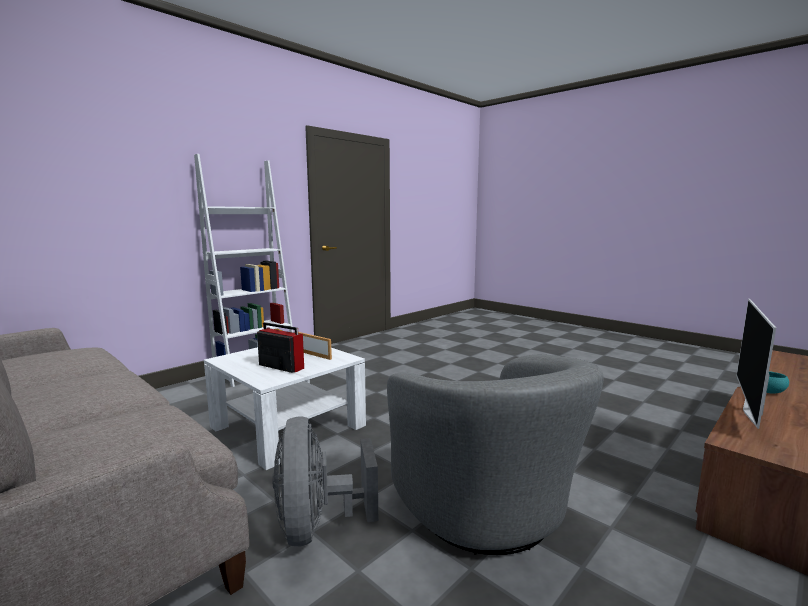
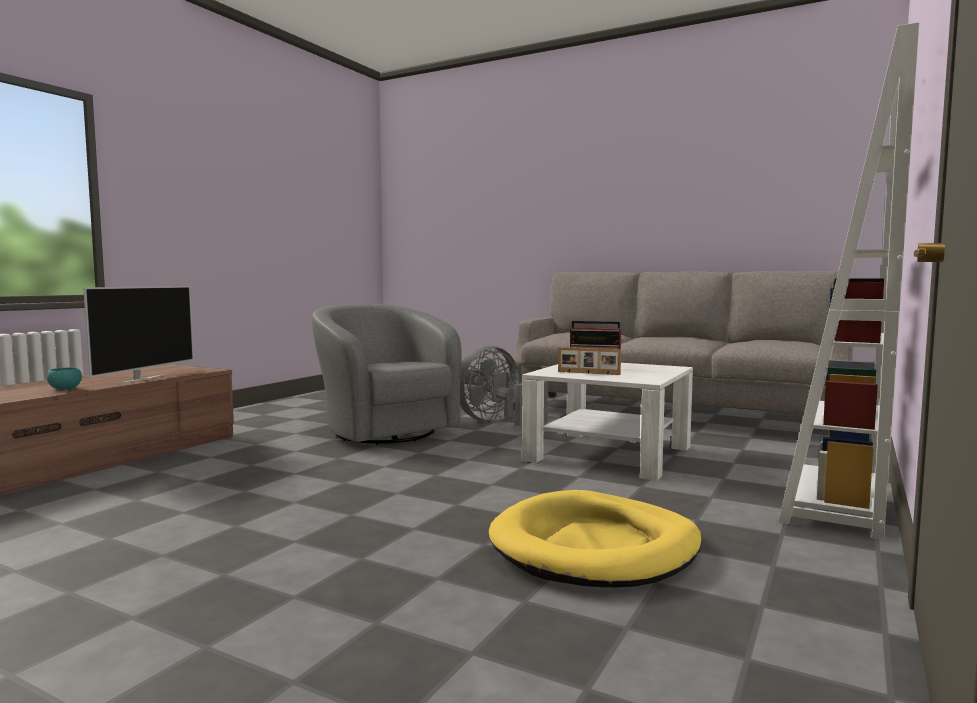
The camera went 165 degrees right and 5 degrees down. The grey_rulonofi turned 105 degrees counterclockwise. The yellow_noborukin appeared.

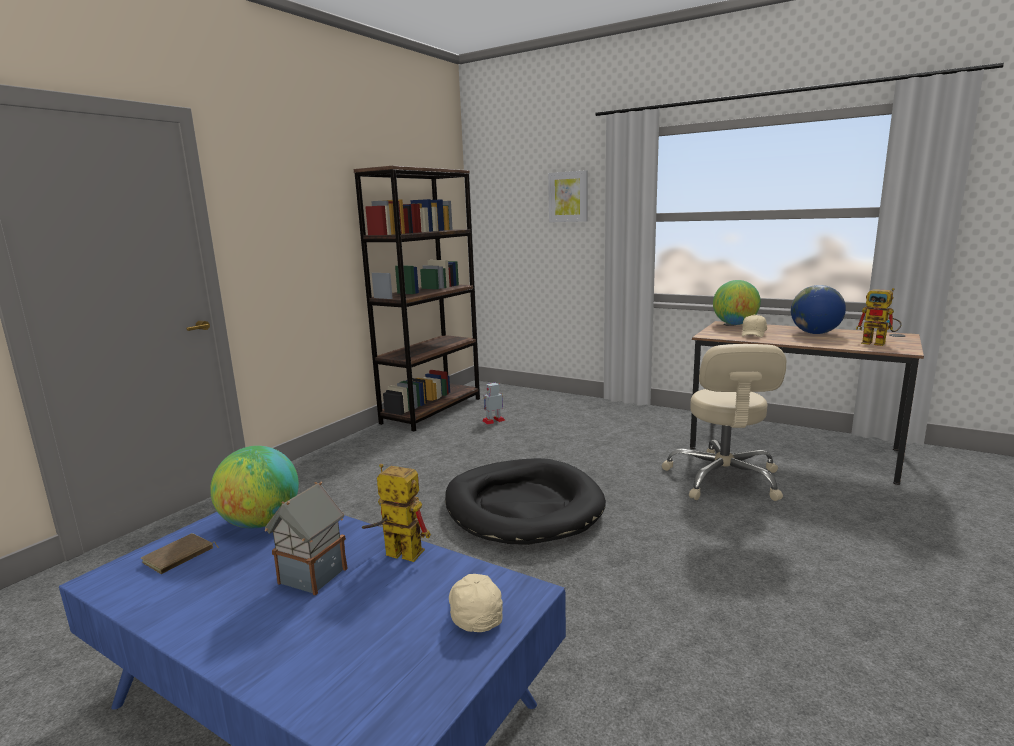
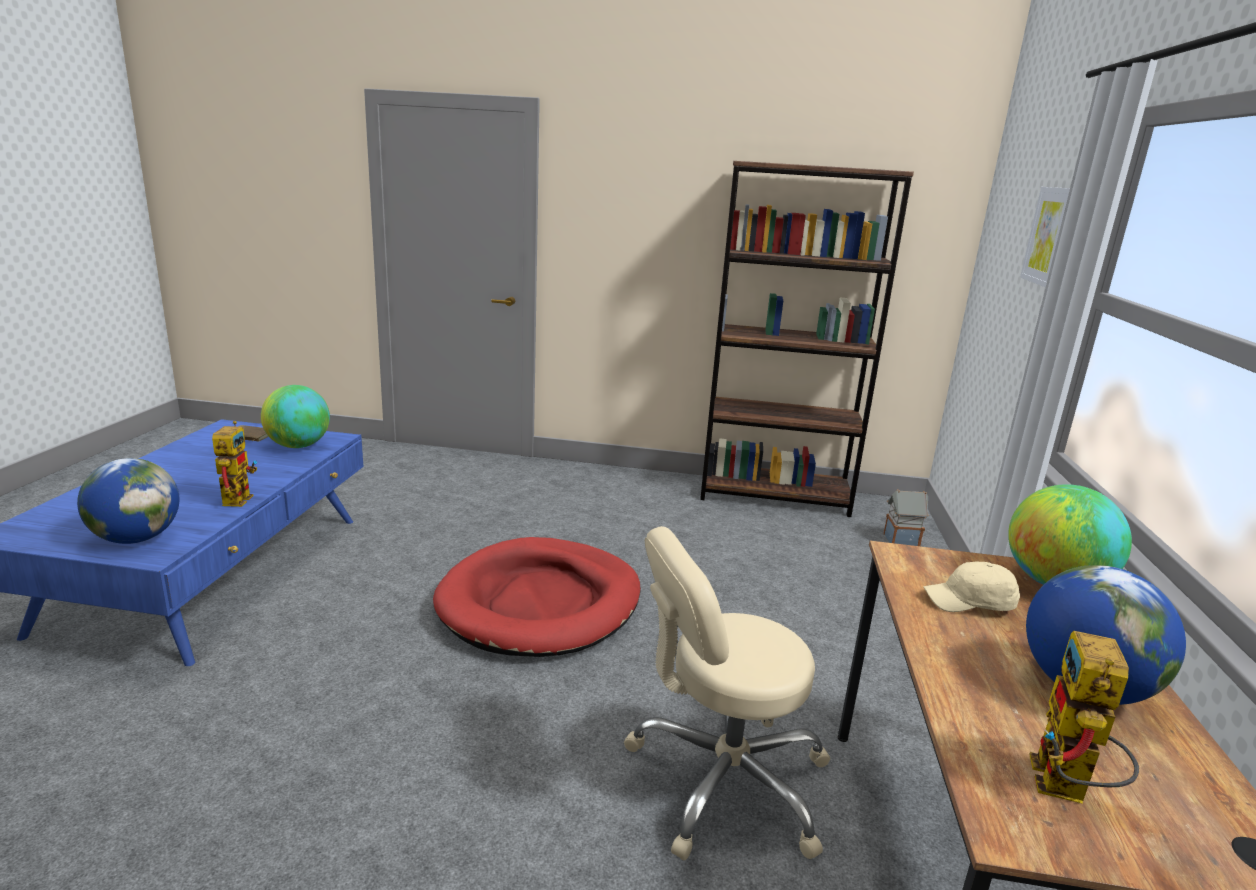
The camera went 65 degrees right and 5 degrees up. The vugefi moved. The black_noborukin became the red_noborukin. The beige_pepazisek (no. 1 from left) was replaced by the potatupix (no. 1 from left). The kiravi (no. 2 from left) disappeared.

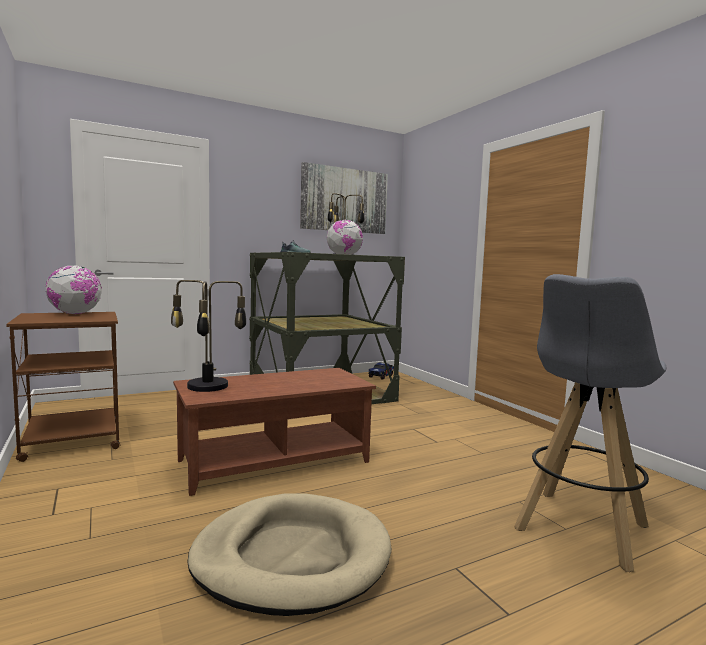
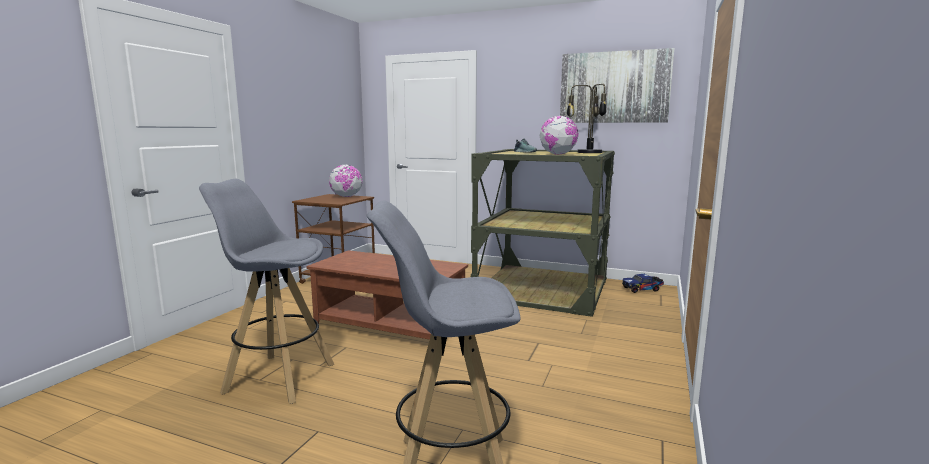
The camera went 50 degrees right and 5 degrees up. The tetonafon (no. 1 from left) disappeared. The beige_noborukin was replaced by the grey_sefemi (no. 1 from left).

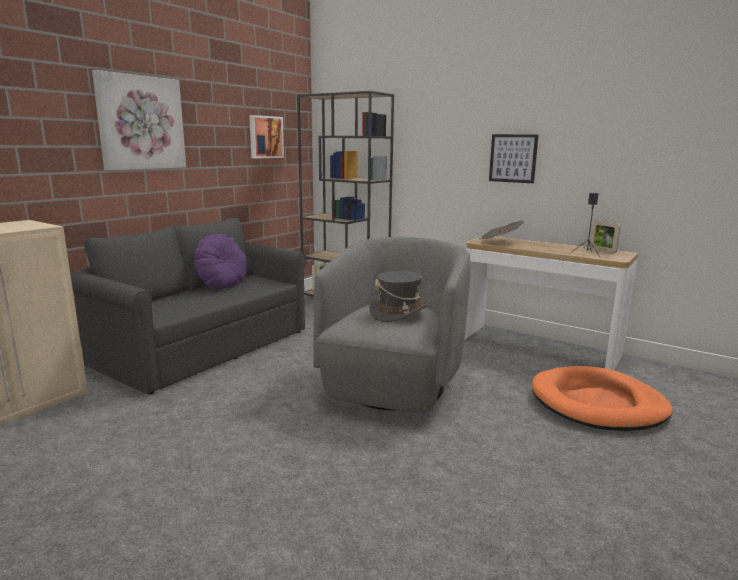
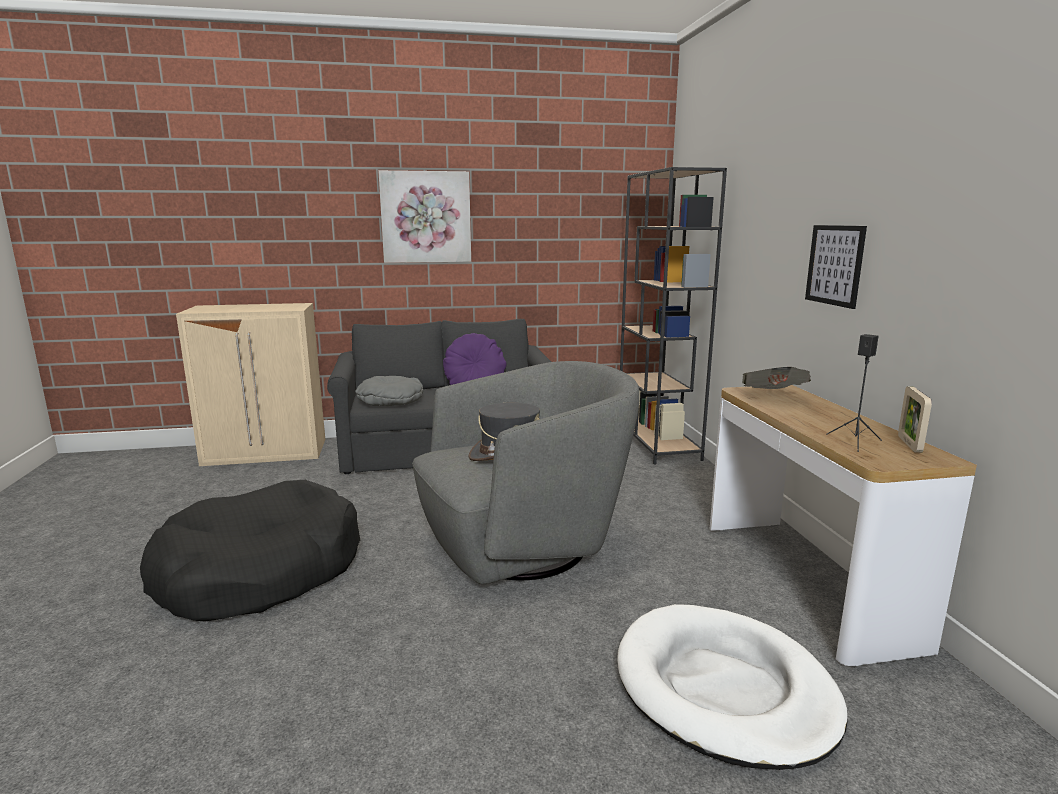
The camera went 45 degrees right and 0 degrees up. The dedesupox (no. 2 from left) disappeared. The orange_noborukin became the white_noborukin. The black_noborukin appeared. The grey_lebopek appeared.

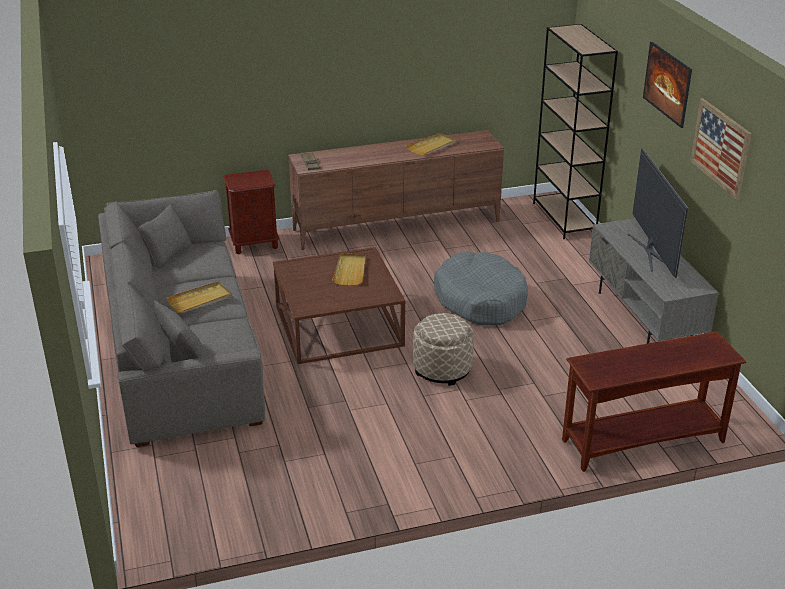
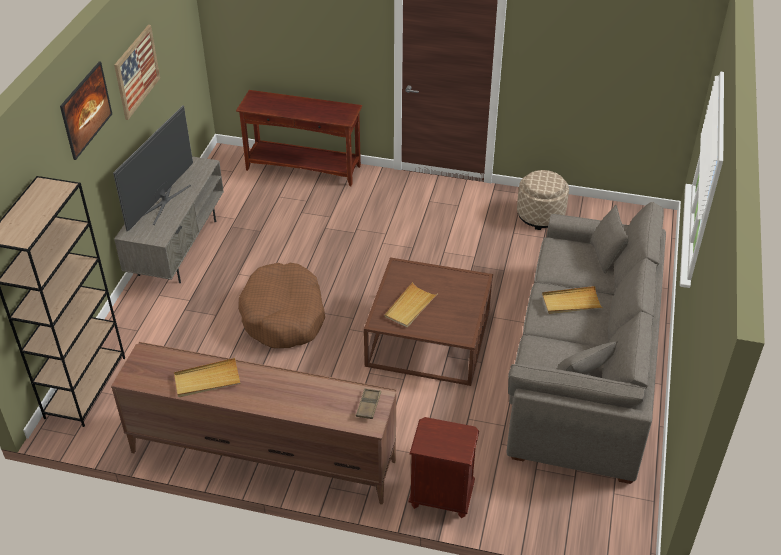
The camera went 150 degrees left and 10 degrees up. The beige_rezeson moved. The grey_noborukin became the brown_noborukin.

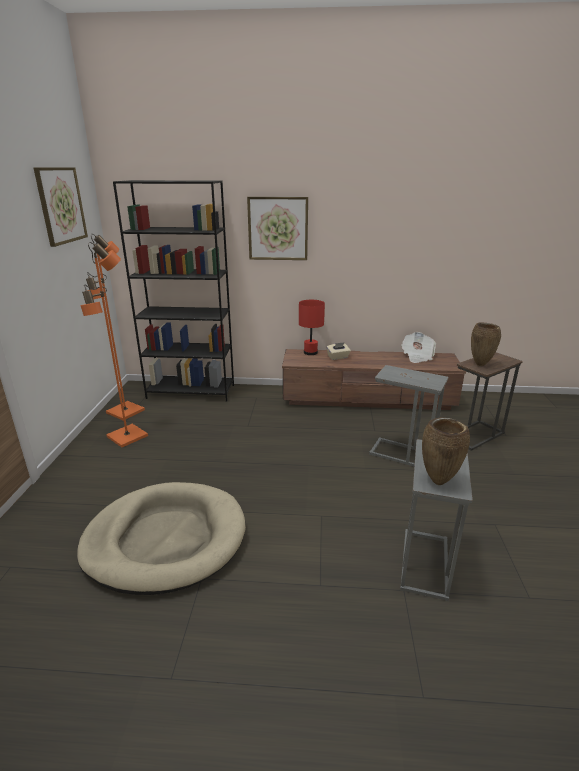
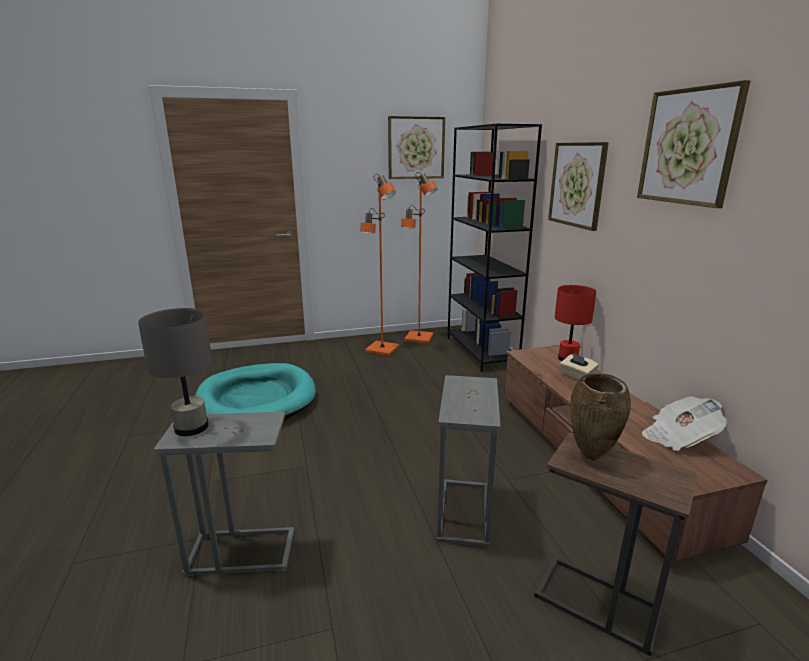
The camera went 70 degrees right and 5 degrees down. The beige_noborukin became the turquoise_noborukin. The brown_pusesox (no. 1 from left) was replaced by the grey_tetonafon. The dedesupox (no. 3 from left) appeared.

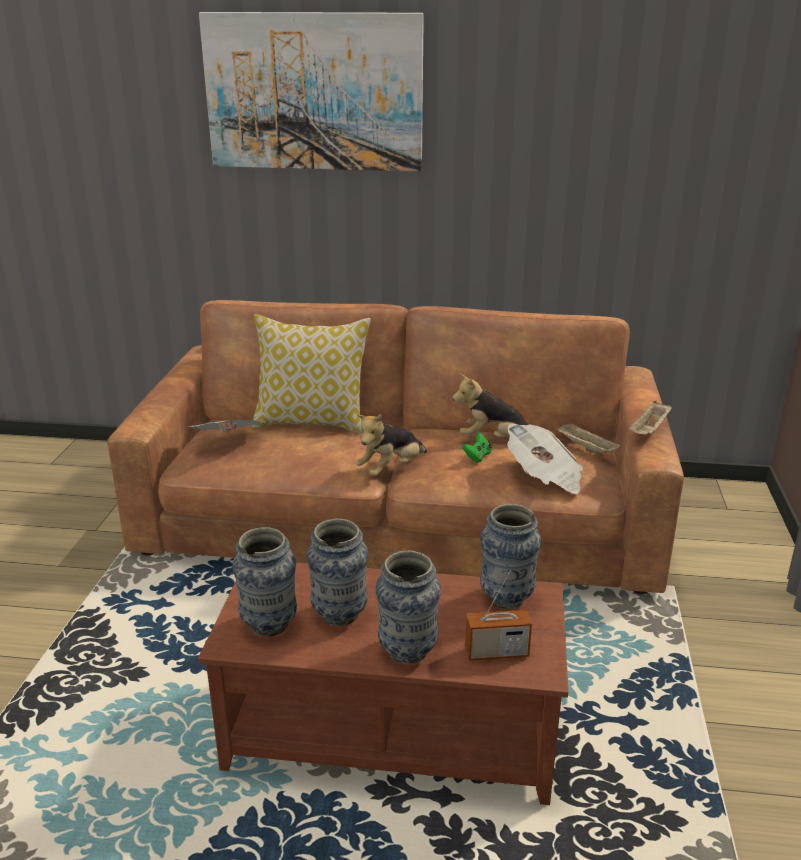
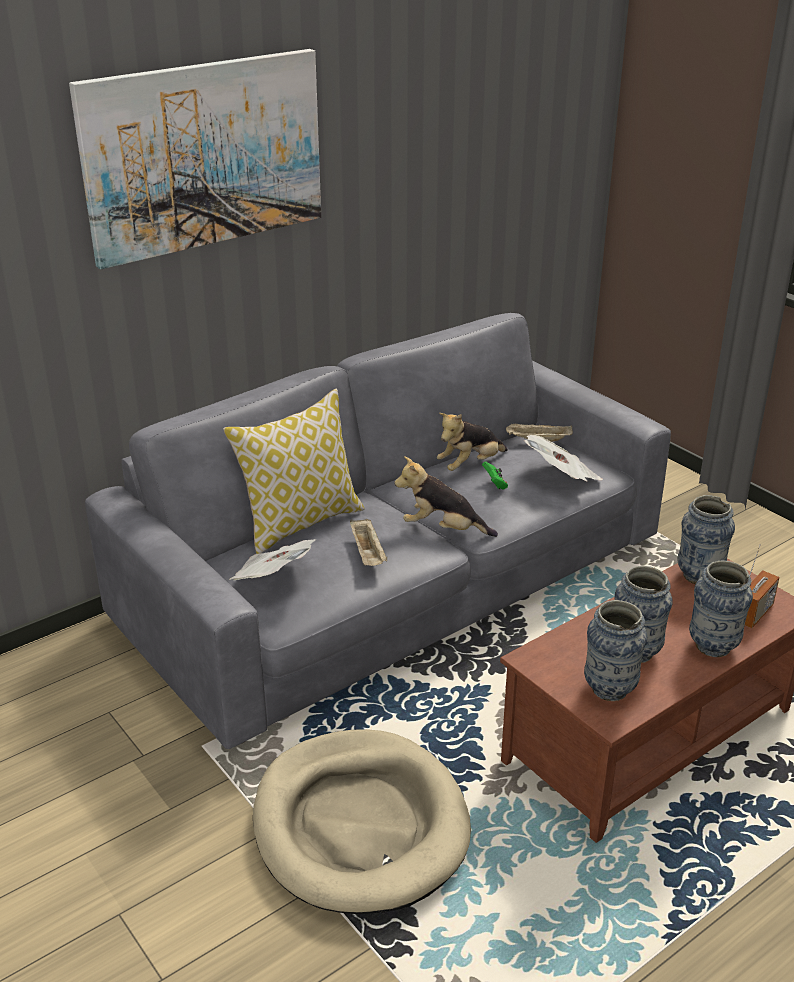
The camera went 45 degrees left and 5 degrees up. The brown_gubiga became the grey_gubiga. The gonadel (no. 1 from left) turned 105 degrees clockwise. The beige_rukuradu (no. 2 from left in the first image) moved. The beige_noborukin appeared.

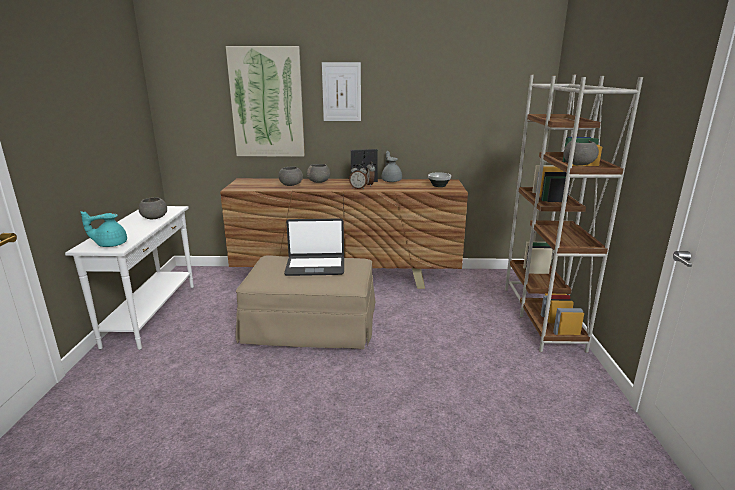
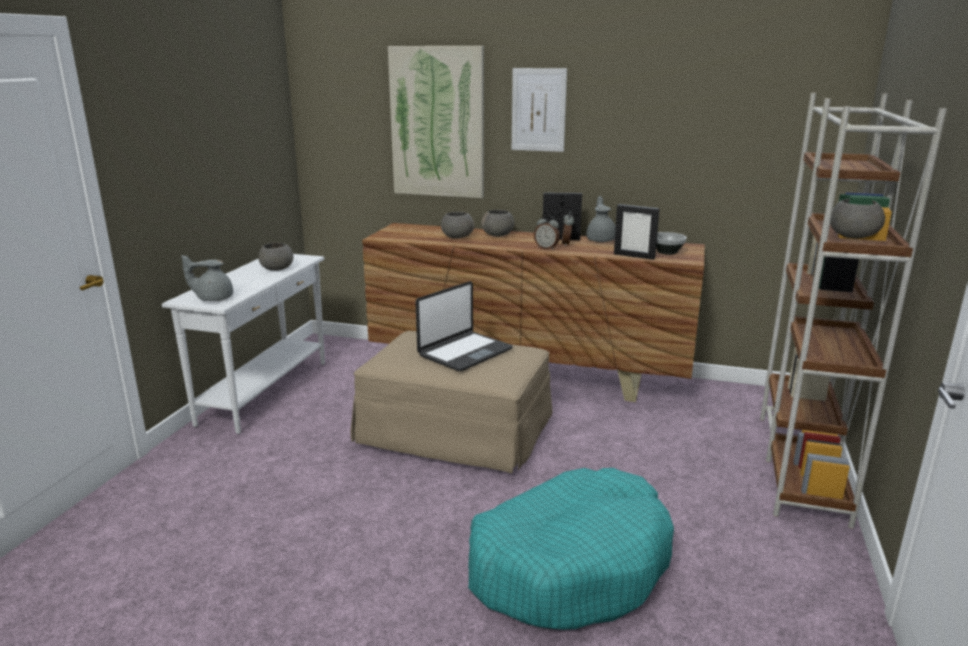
The camera went 15 degrees right and 0 degrees up. The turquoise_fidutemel became the grey_fidutemel (no. 1 from left). The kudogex turned 60 degrees counterclockwise. The turquoise_noborukin appeared. The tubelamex (no. 2 from left) appeared.

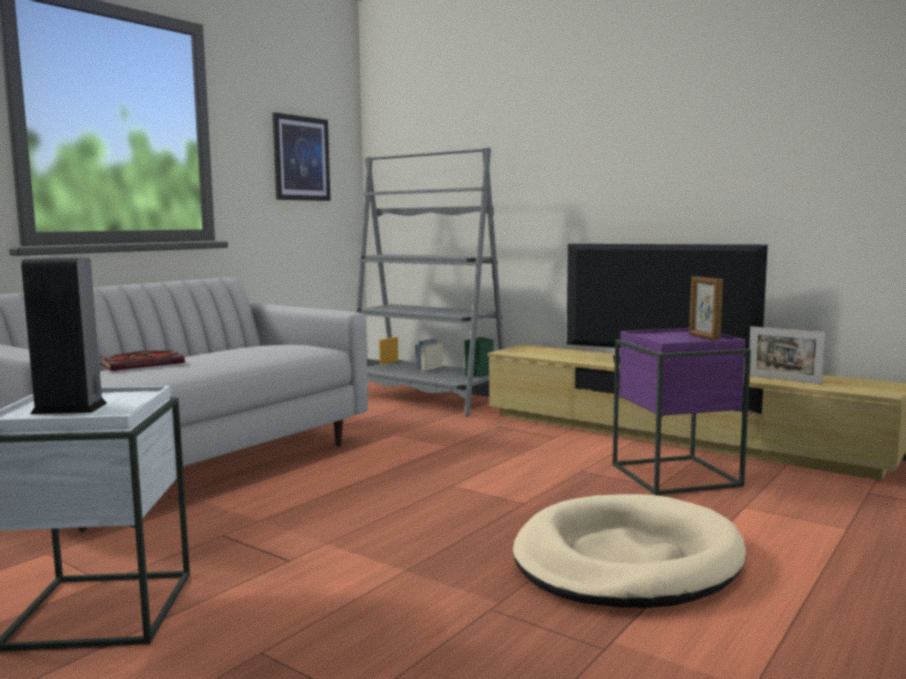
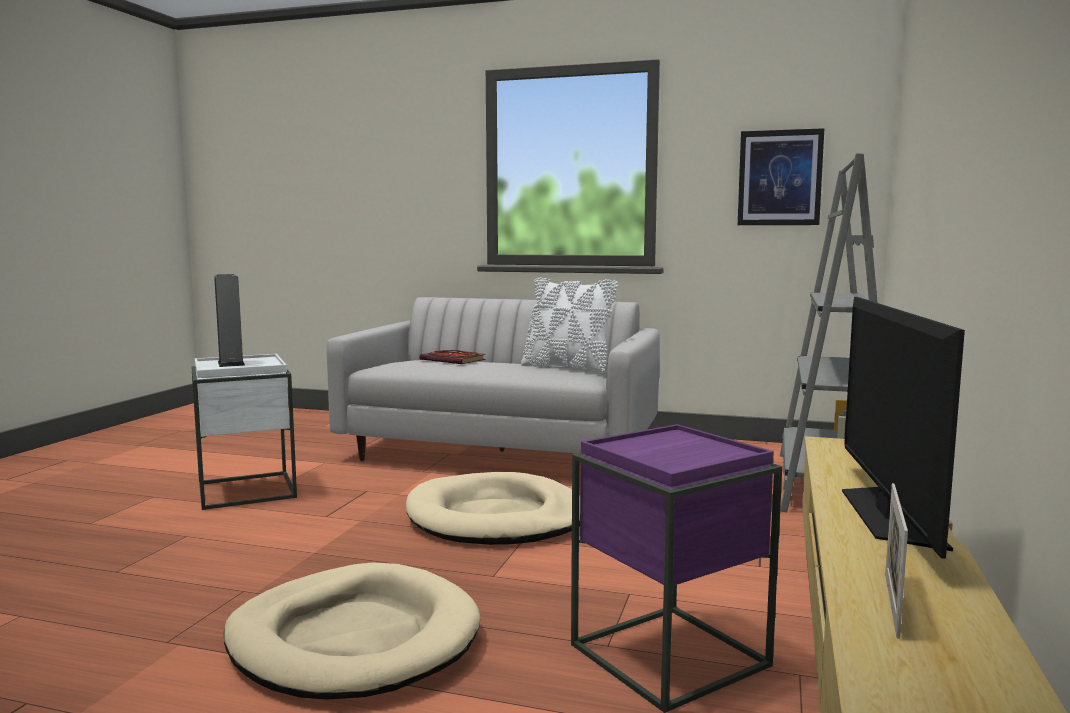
The camera went 70 degrees right and 0 degrees up. The tubelamex (no. 1 from left) disappeared. The beige_noborukin (no. 2 from left) appeared. The white_lebopek appeared.

